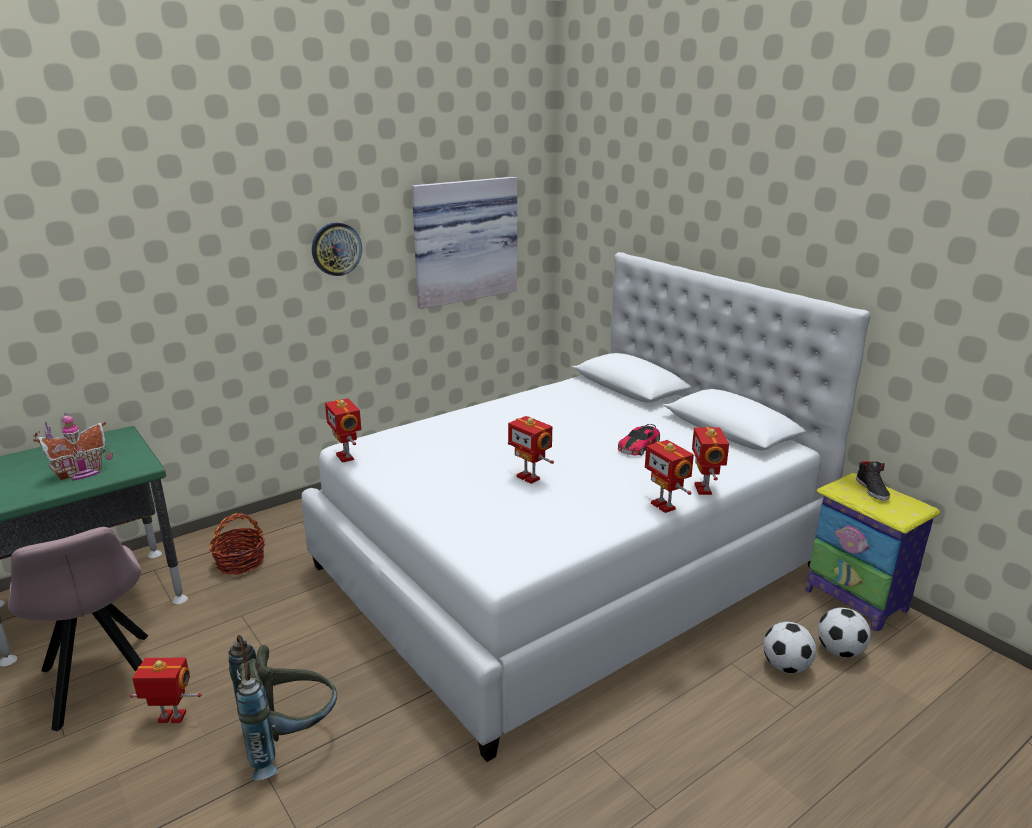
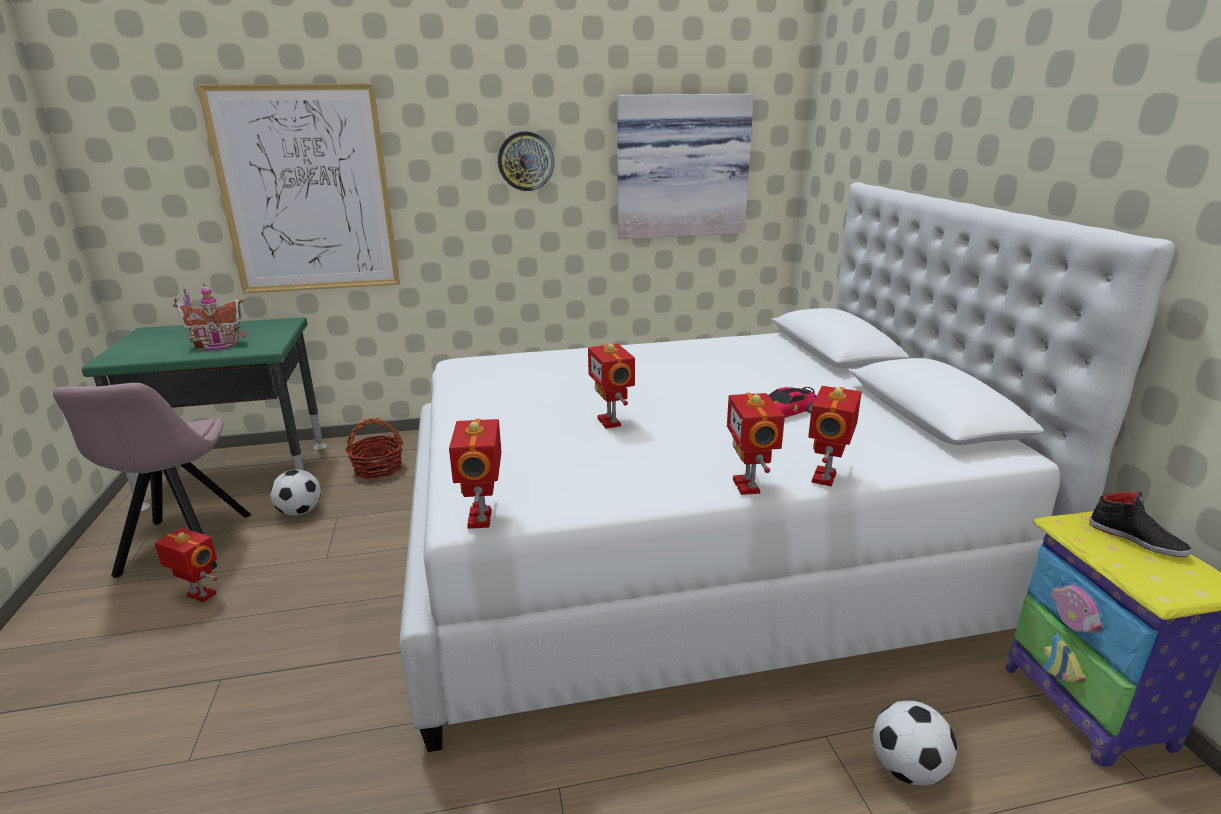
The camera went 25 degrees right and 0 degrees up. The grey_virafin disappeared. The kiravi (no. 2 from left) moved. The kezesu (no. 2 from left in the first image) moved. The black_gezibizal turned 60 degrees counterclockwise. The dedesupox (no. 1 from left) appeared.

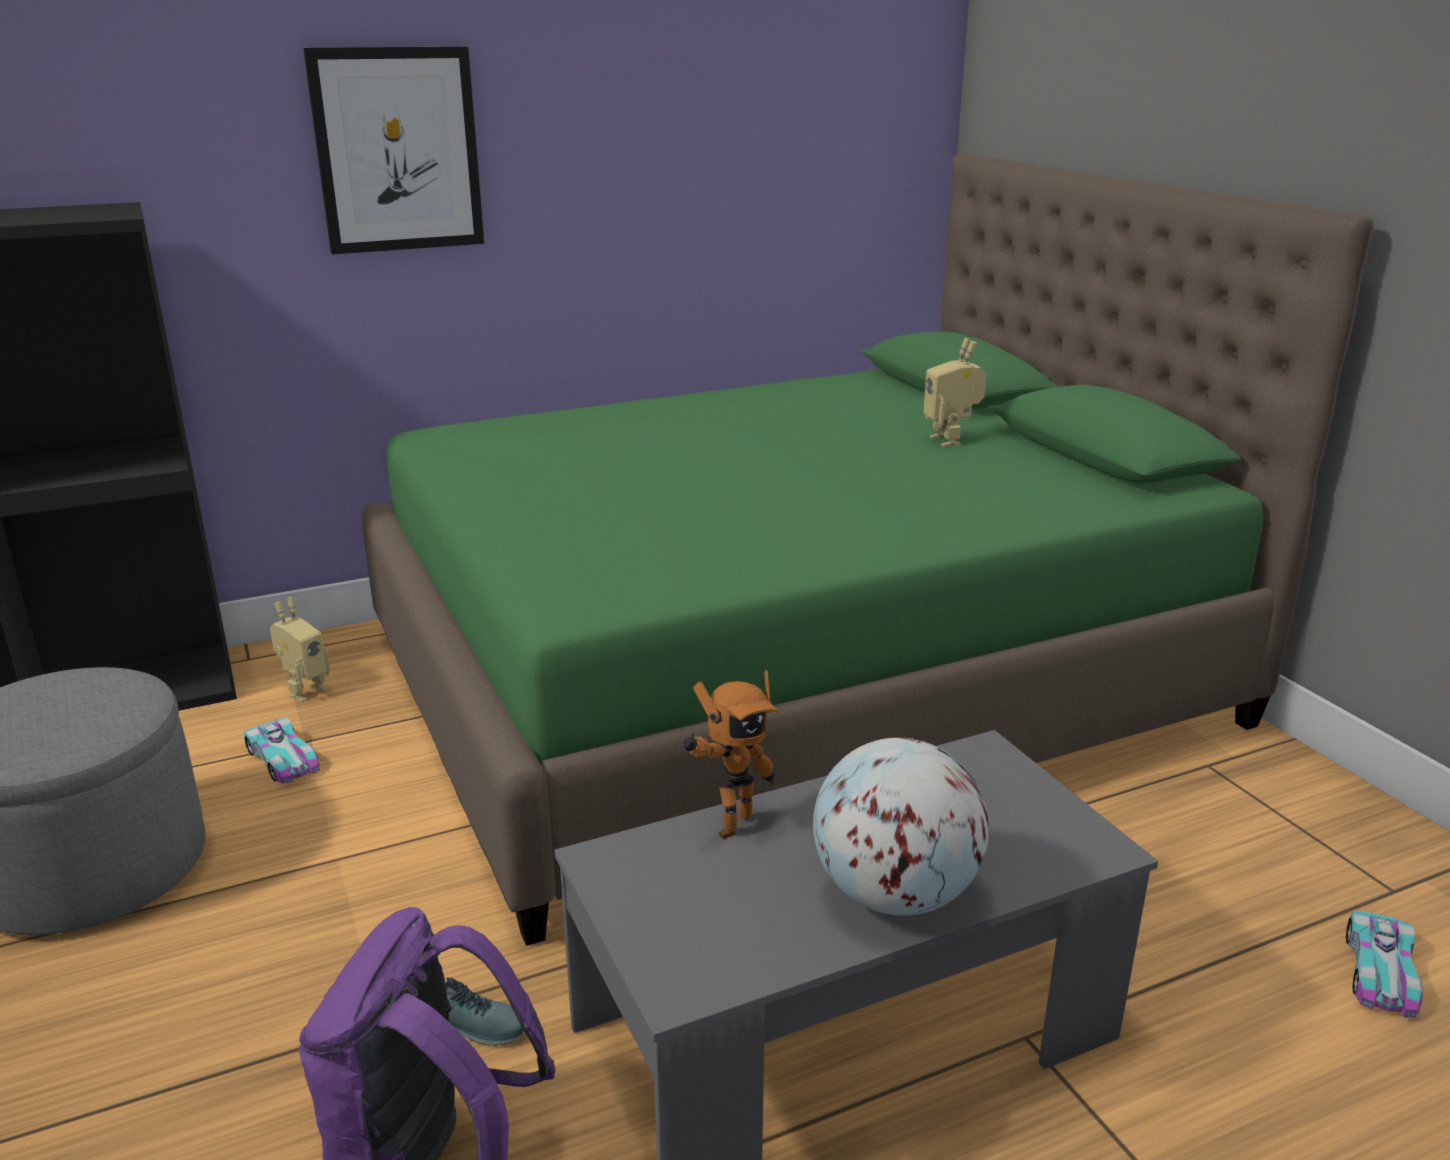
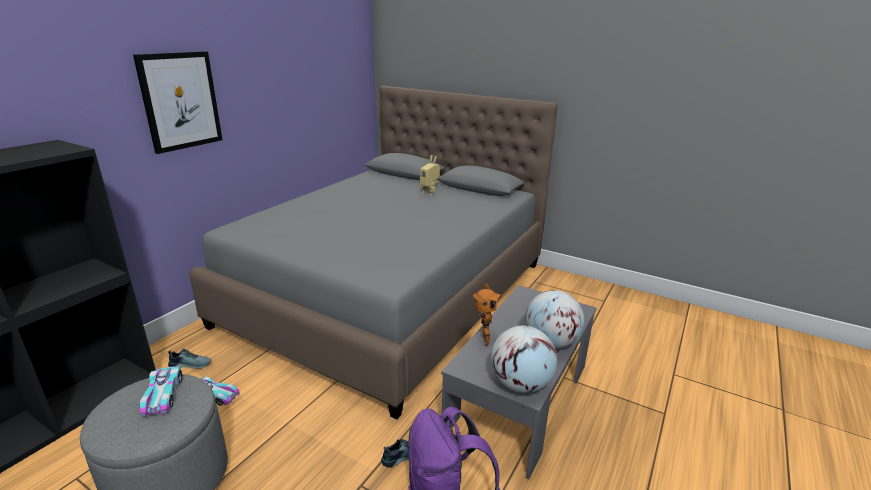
The camera went 35 degrees left and 0 degrees up. The kiravi (no. 1 from left) was replaced by the gezibizal (no. 1 from left). The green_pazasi became the grey_pazasi. The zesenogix (no. 2 from left in the first image) moved. The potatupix (no. 1 from left) appeared.

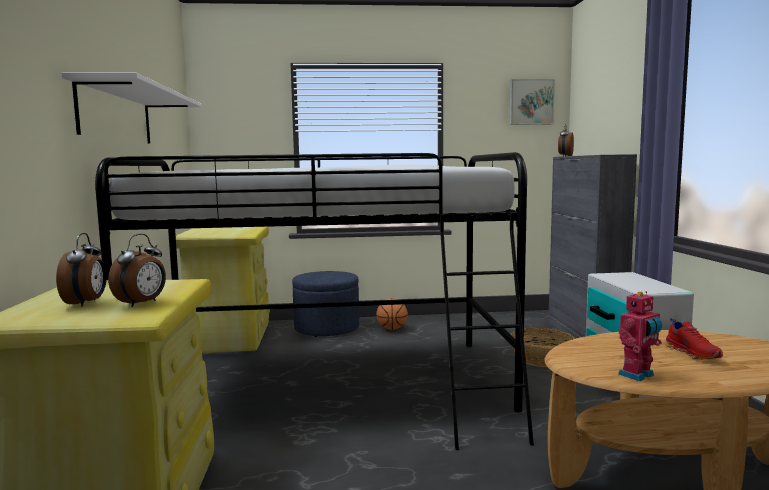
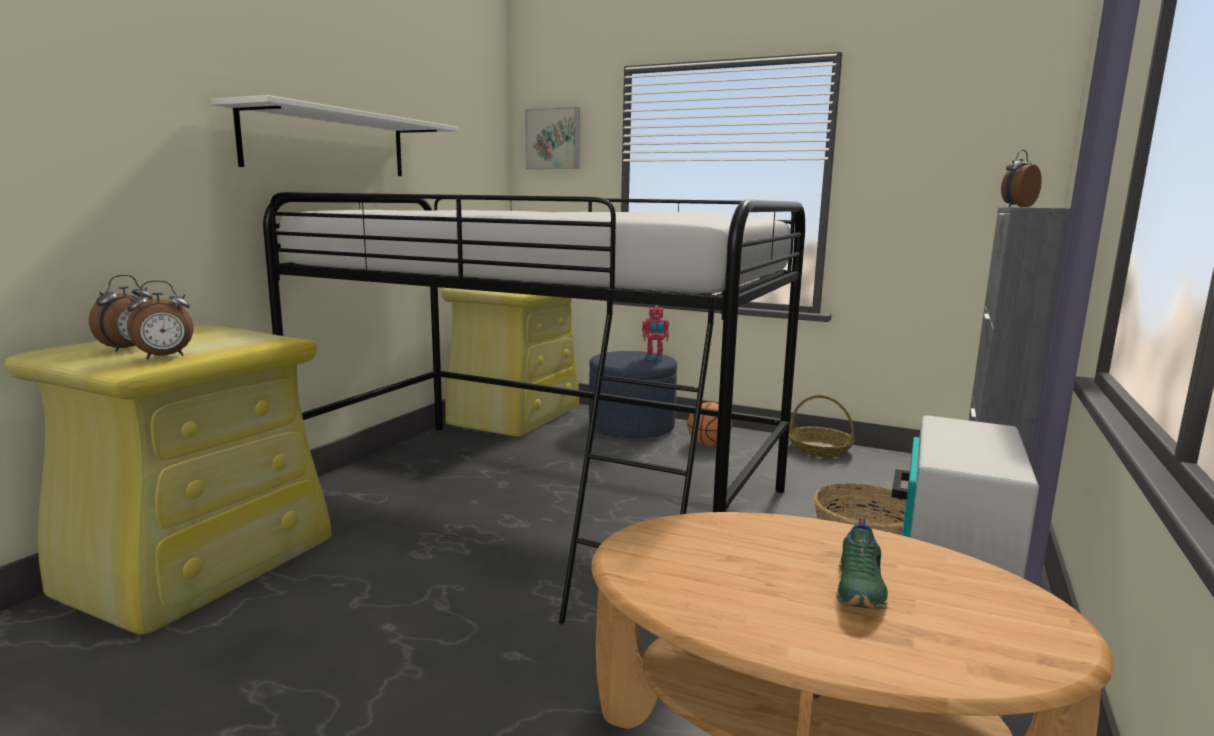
The camera went 30 degrees right and 5 degrees up. The dedesupox moved. The kiravi moved. The red_gezibizal became the green_gezibizal. The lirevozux (no. 1 from left) appeared.

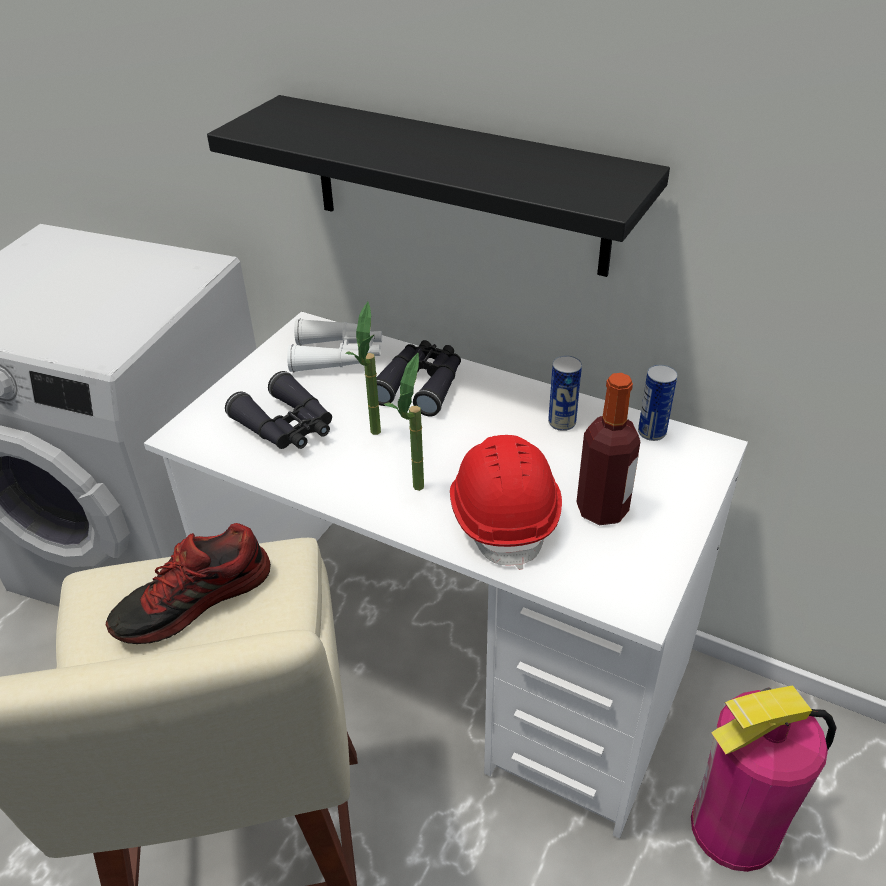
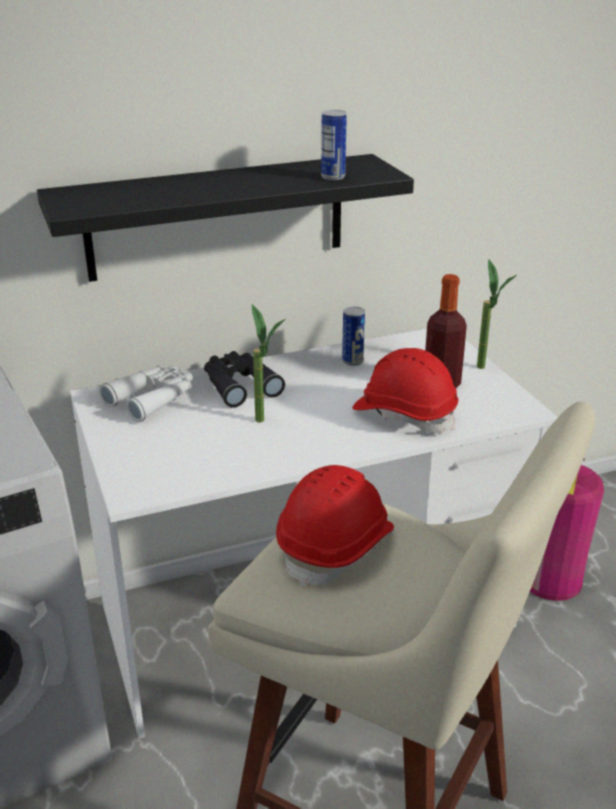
The camera went 50 degrees left and 10 degrees down. The gezibizal was replaced by the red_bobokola (no. 1 from left). The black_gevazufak (no. 1 from left) disappeared. The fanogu (no. 2 from left) moved. The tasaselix (no. 2 from left in the first image) moved.

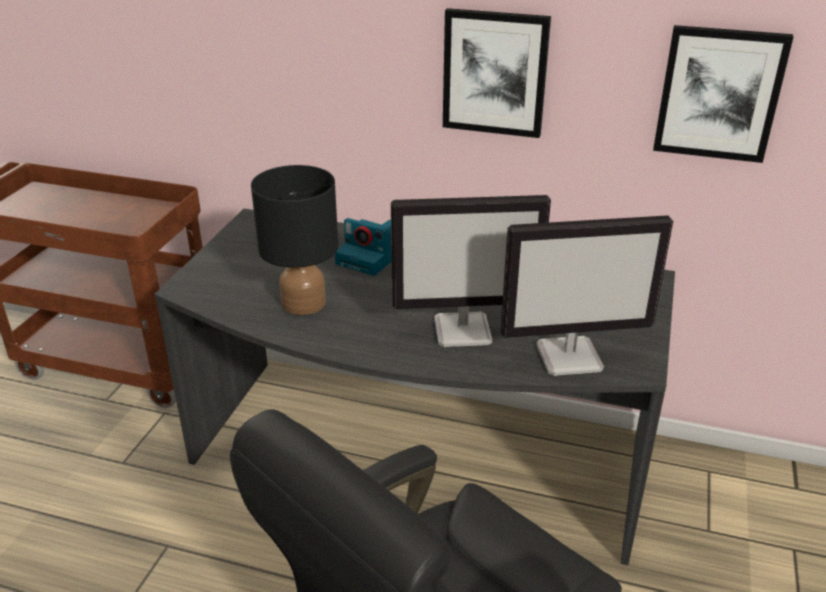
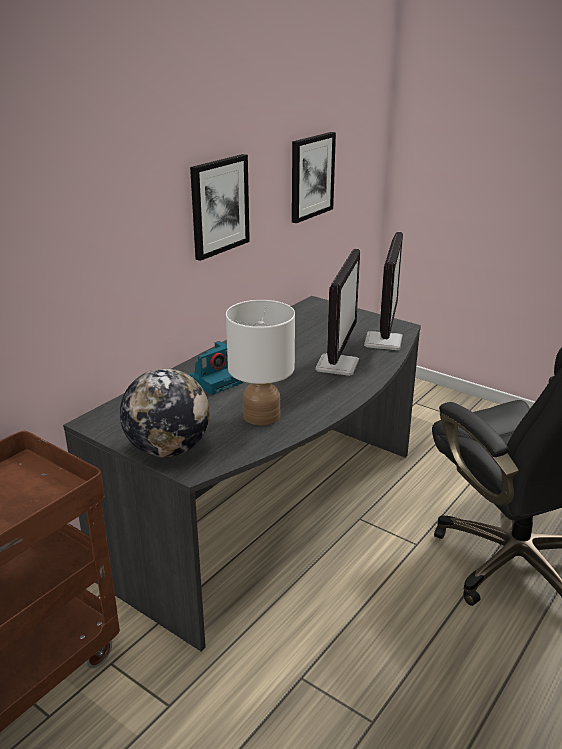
The camera went 70 degrees left and 5 degrees down. The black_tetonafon became the white_tetonafon. The potatupix appeared.

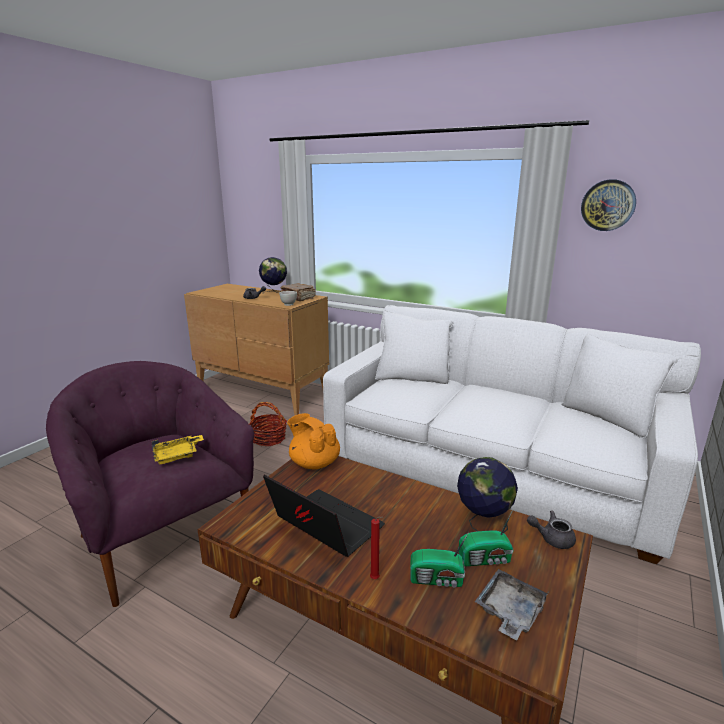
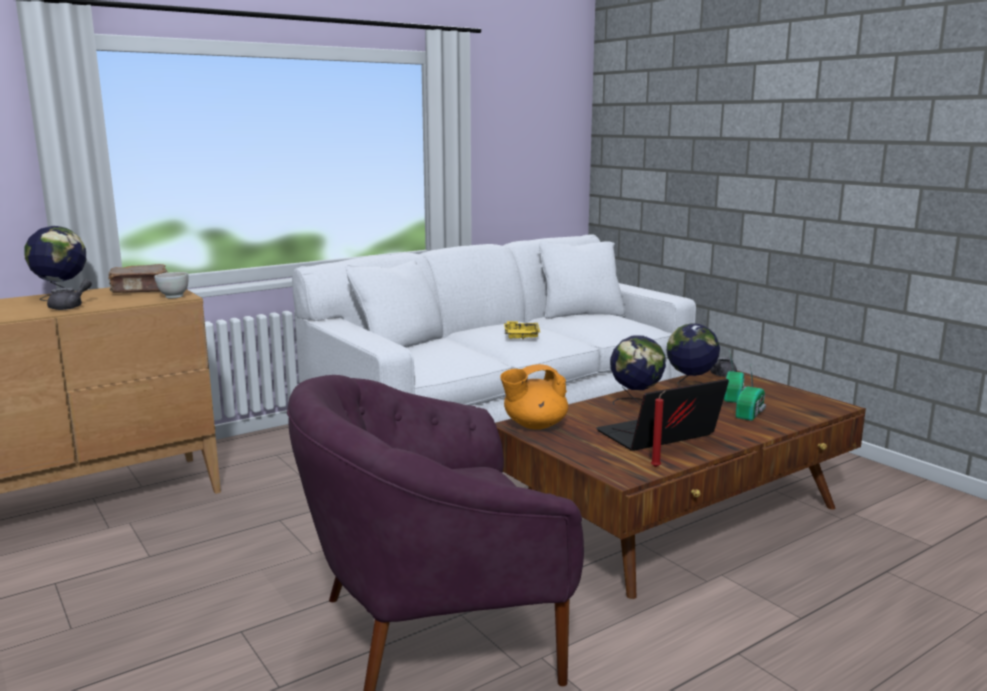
The camera went 65 degrees left and 5 degrees down. The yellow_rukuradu moved. The lirevozux disappeared. The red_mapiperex moved. The grey_rukuradu disappeared. The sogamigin disappeared. The potatupix (no. 2 from left) appeared.

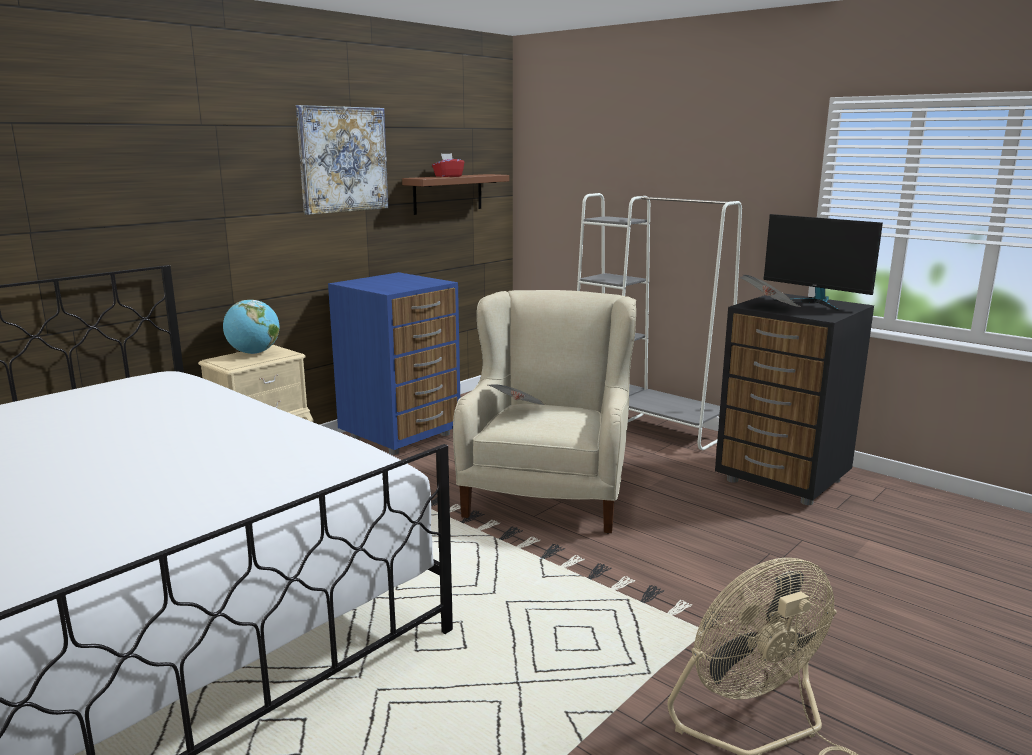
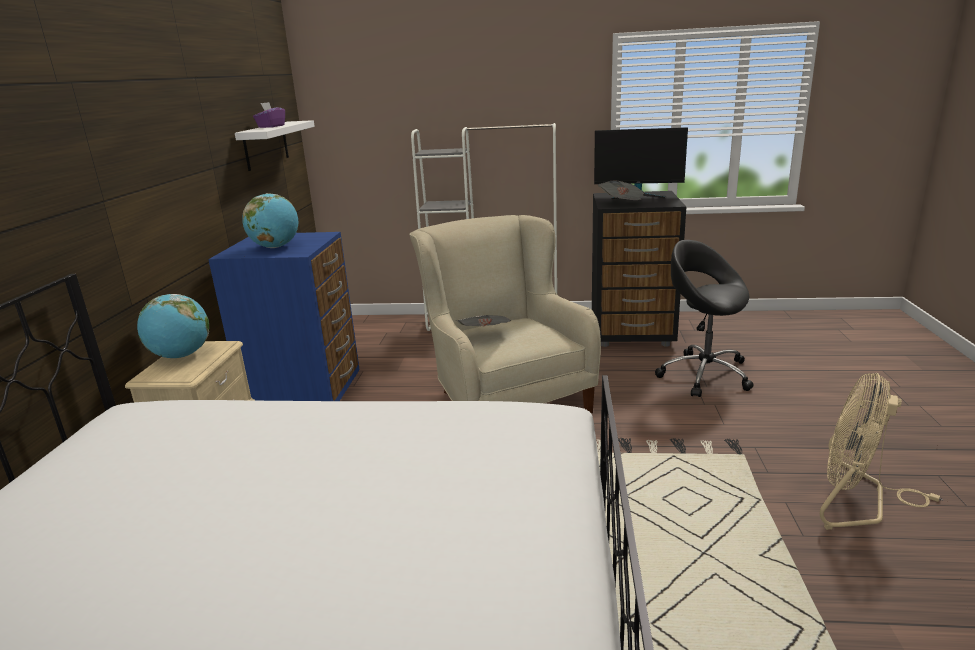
The camera went 35 degrees left and 5 degrees up. The dedesupox disappeared. The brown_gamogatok became the white_gamogatok. The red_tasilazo became the purple_tasilazo. The potatupix (no. 2 from left) appeared. The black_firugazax appeared.

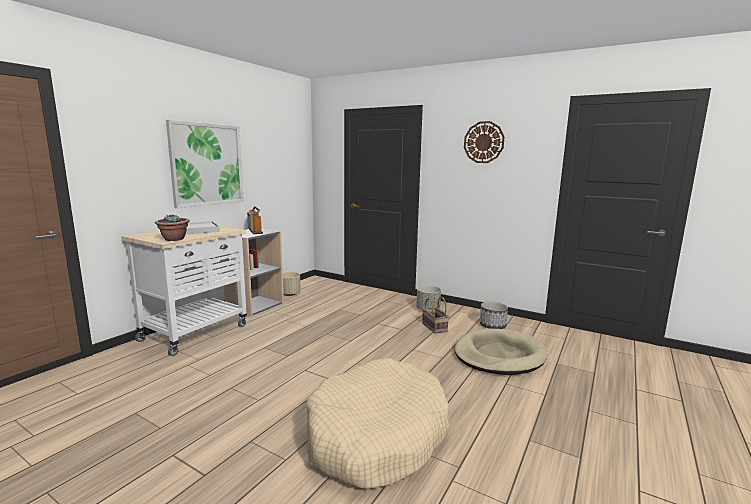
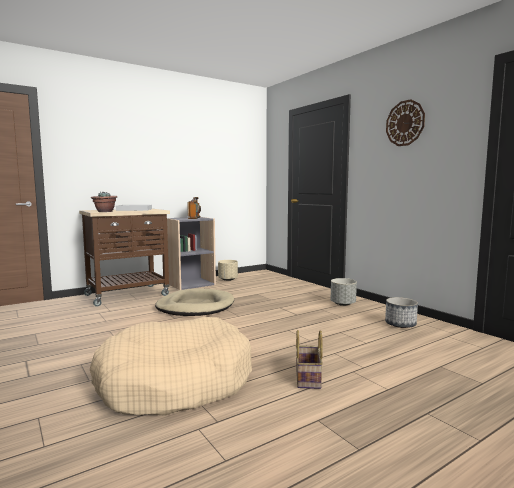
The camera went 25 degrees right and 5 degrees down. The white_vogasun became the brown_vogasun. The dedesupox disappeared. The lirevozux moved. The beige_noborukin (no. 2 from left) moved.

